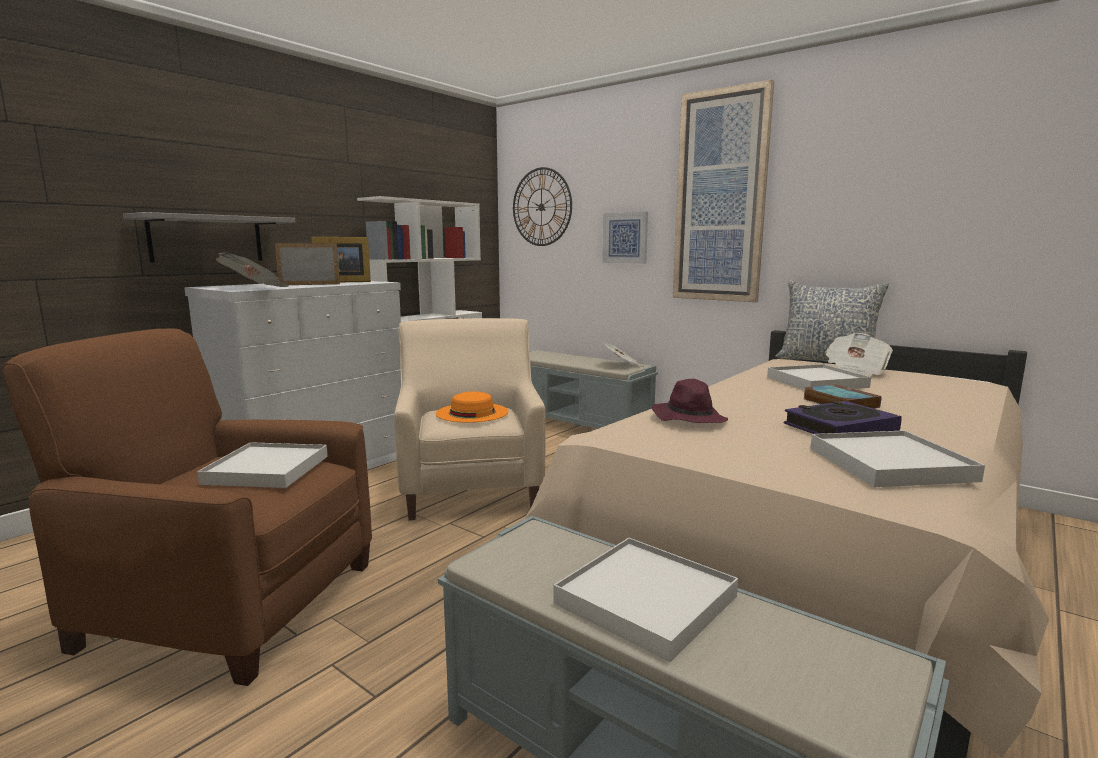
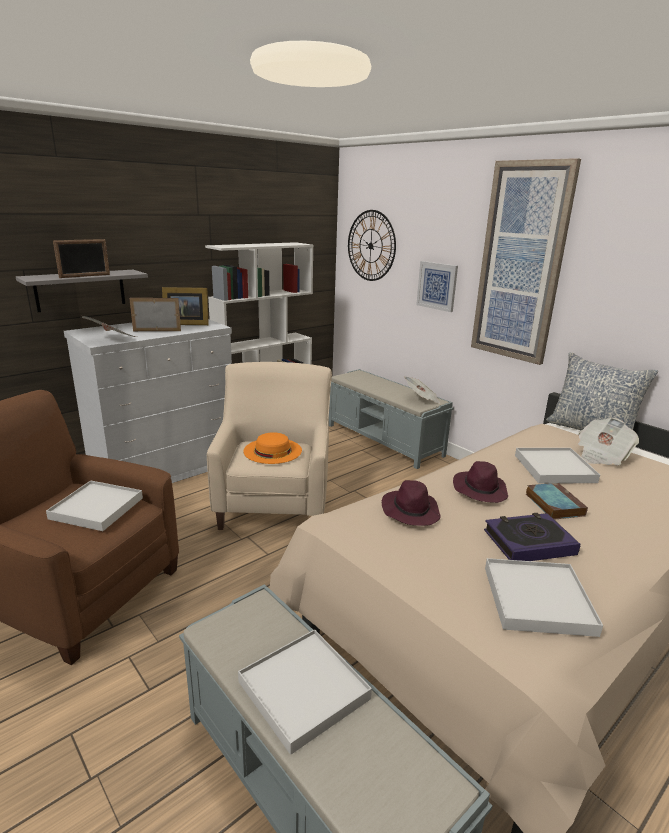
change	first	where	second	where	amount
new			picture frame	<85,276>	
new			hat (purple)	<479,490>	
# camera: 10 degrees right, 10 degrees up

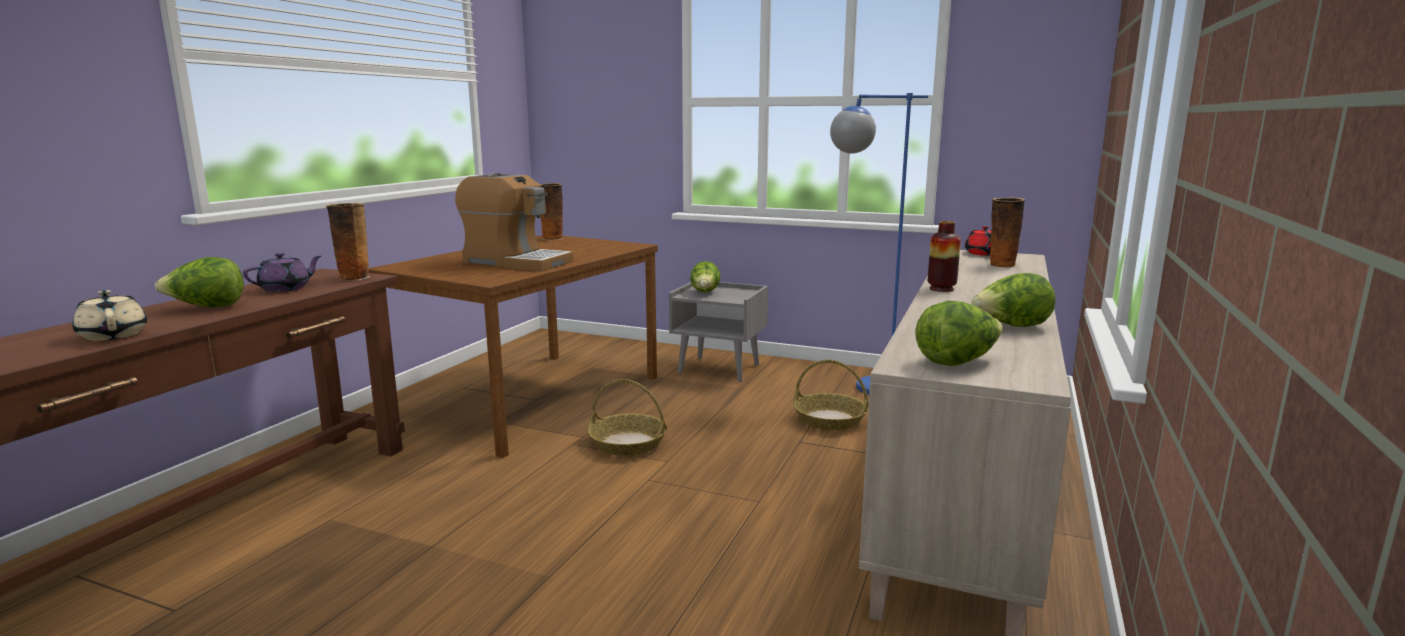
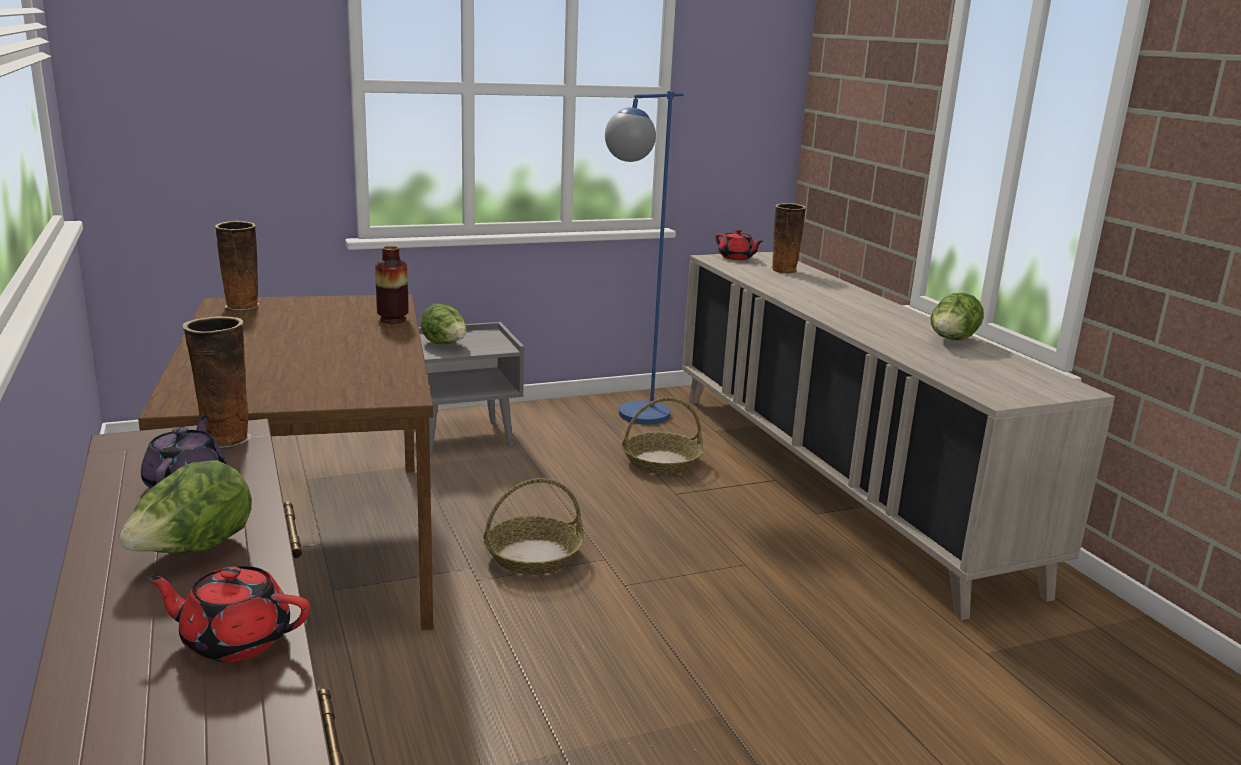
change	first	where	second	where	amount
repainted	teapot (beige)	<113,335>	teapot (red)	<234,640>	
gone	coffee machine	<516,262>			
gone	lettuce	<957,362>			
shifted	vase	<941,289>		<393,319>	
# camera: 45 degrees left, 5 degrees up

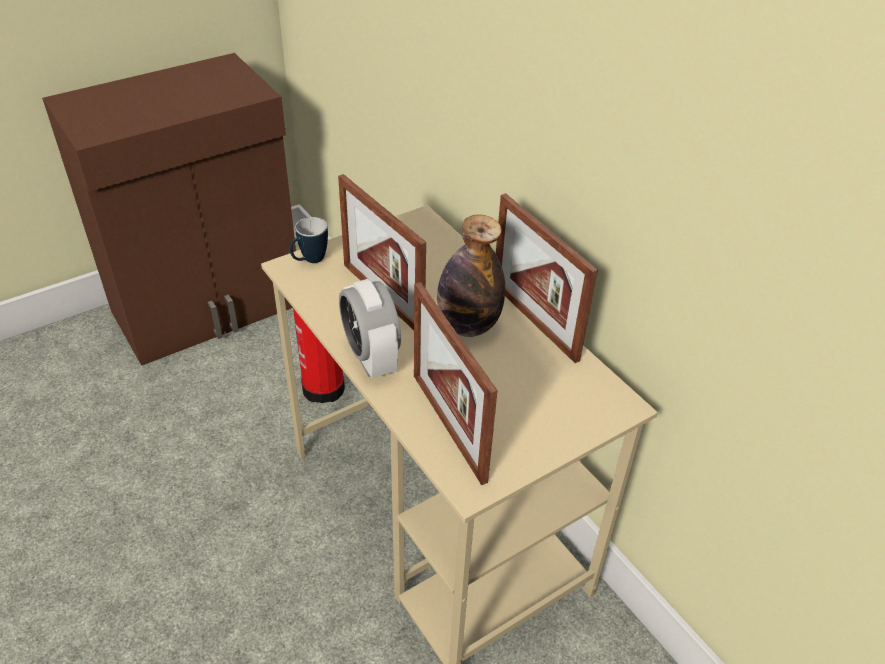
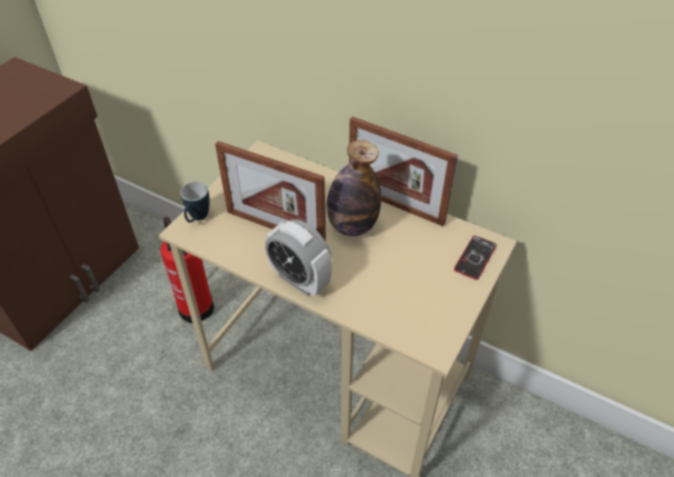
change	first	where	second	where	amount
gone	picture frame	<448,426>			
new			phone	<475,258>	
# camera: 25 degrees left, 5 degrees up

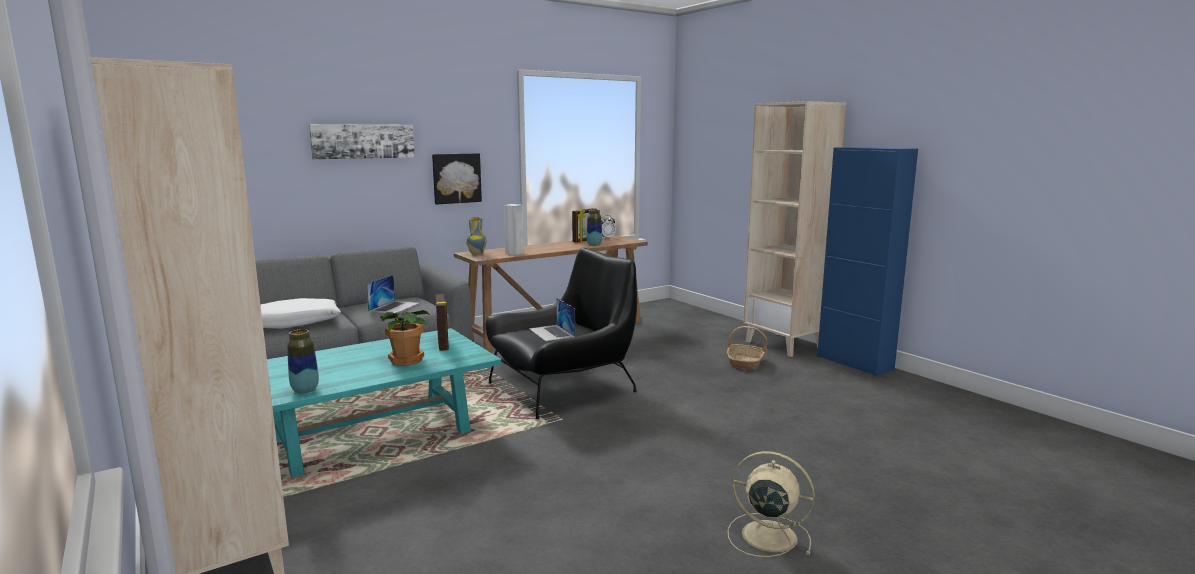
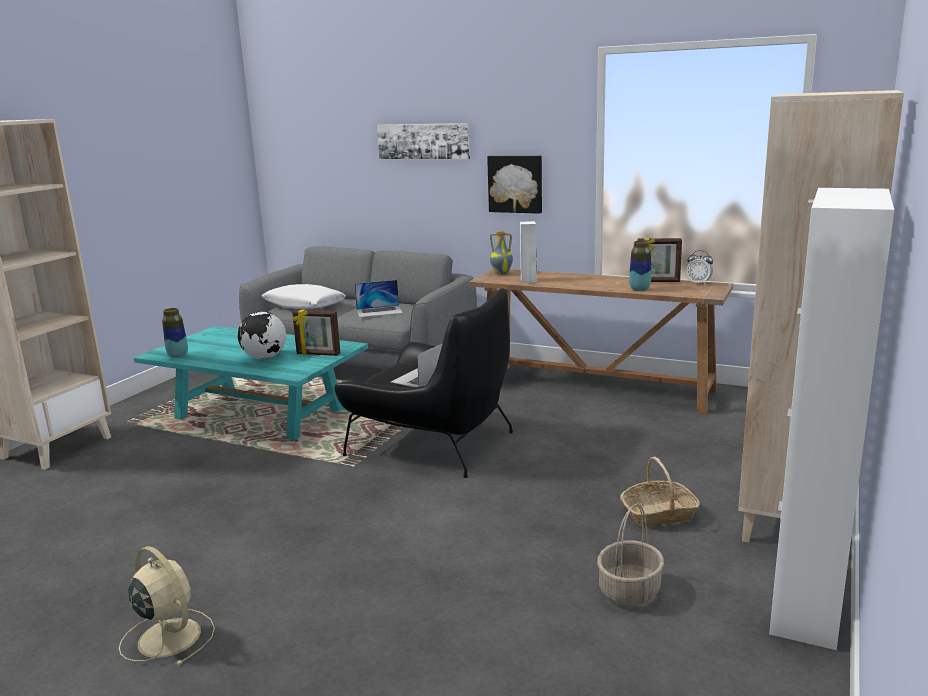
change	first	where	second	where	amount
swapped	potted plant	<406,360>	globe	<264,358>	
rotated	picture frame	<443,344>		<318,354>	60 degrees clockwise
rotated	fan (beige)	<766,535>		<168,636>	45 degrees counterclockwise
repainted	cabinet (blue)	<854,363>	cabinet (white)	<806,602>	
new			basket	<629,591>	
# camera: 60 degrees right, 5 degrees up

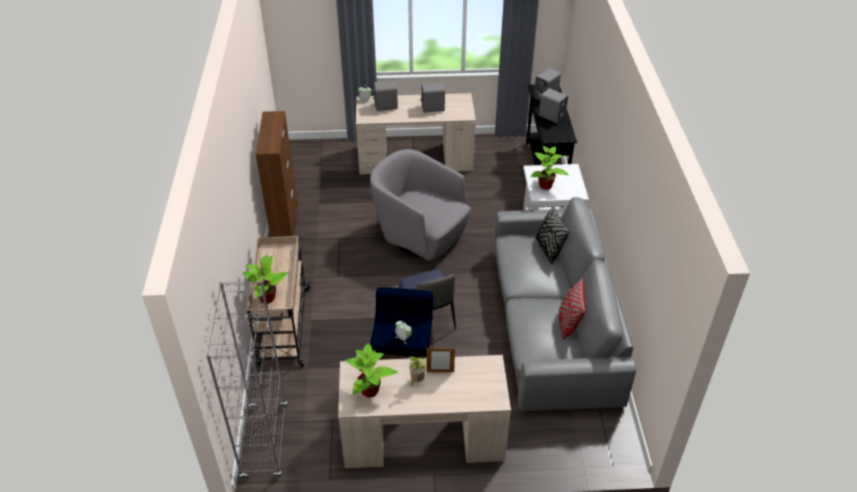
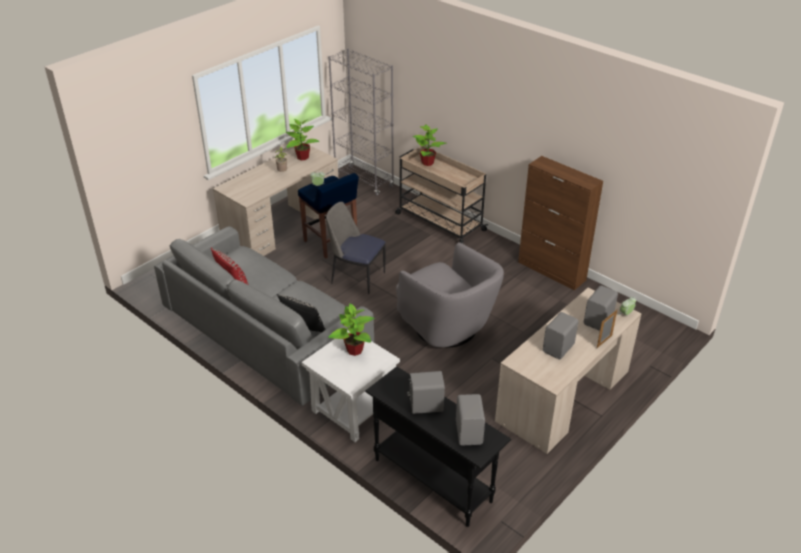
change	first	where	second	where	amount
rotated	armchair (grey)	<420,236>		<446,328>	60 degrees clockwise
shifted	picture frame	<440,372>		<604,342>	
# camera: 135 degrees right, 5 degrees down

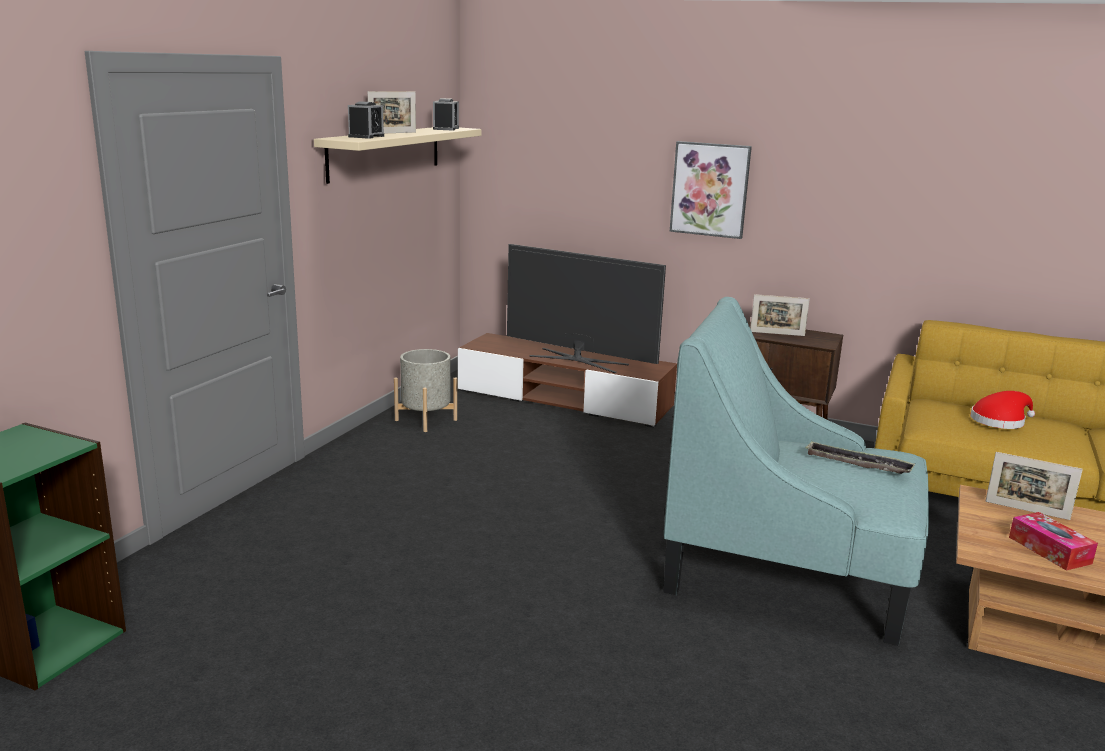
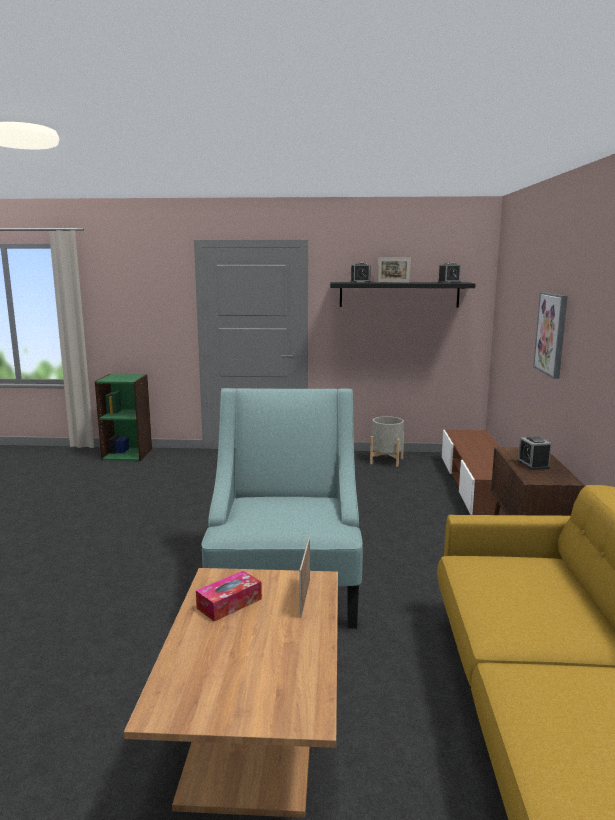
change	first	where	second	where	amount
repainted	shelf (beige)	<385,152>	shelf (black)	<399,294>	
gone	television	<578,360>			
swapped	picture frame	<777,333>	alarm clock	<533,464>	
gone	tray	<857,463>			
gone	hat (red)	<1000,421>			
# camera: 70 degrees right, 5 degrees down

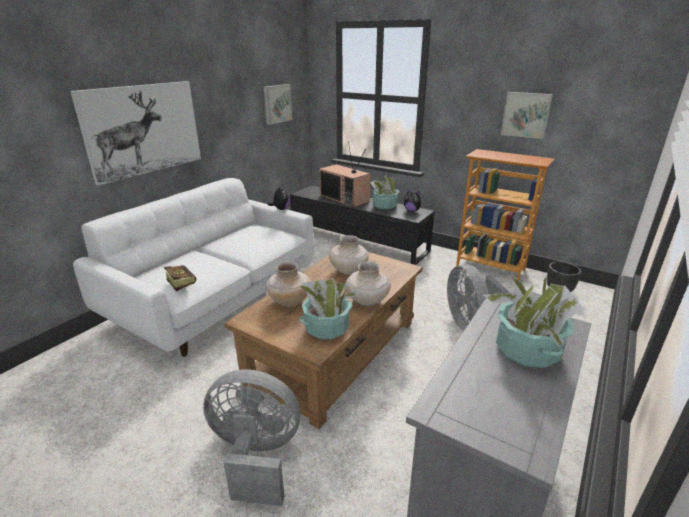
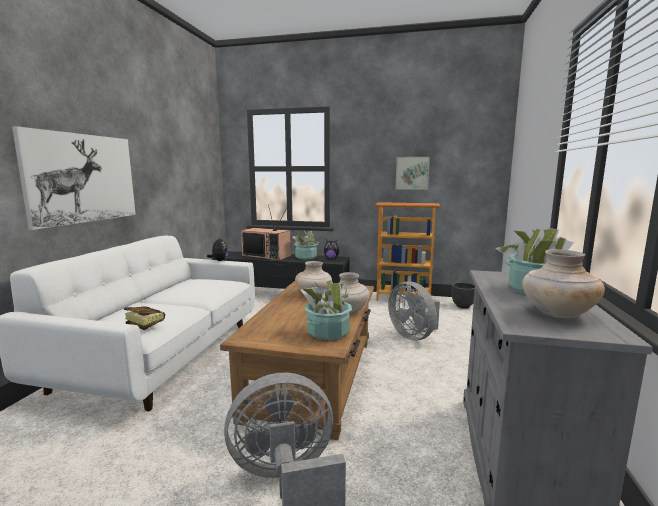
change	first	where	second	where	amount
gone	picture	<276,104>			
shifted	vase (beige)	<289,301>		<557,313>	
# camera: 20 degrees left, 15 degrees down

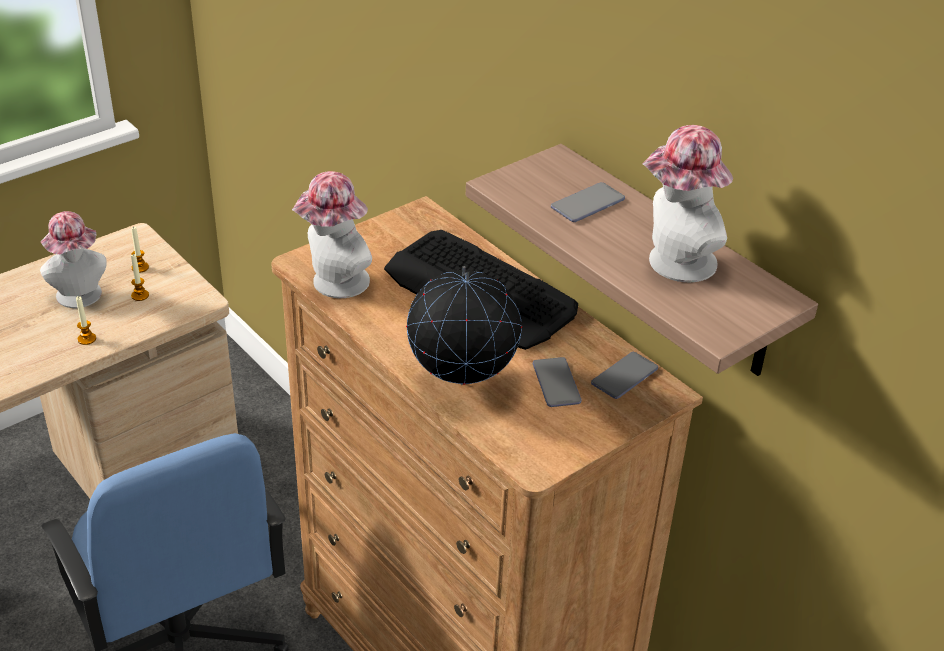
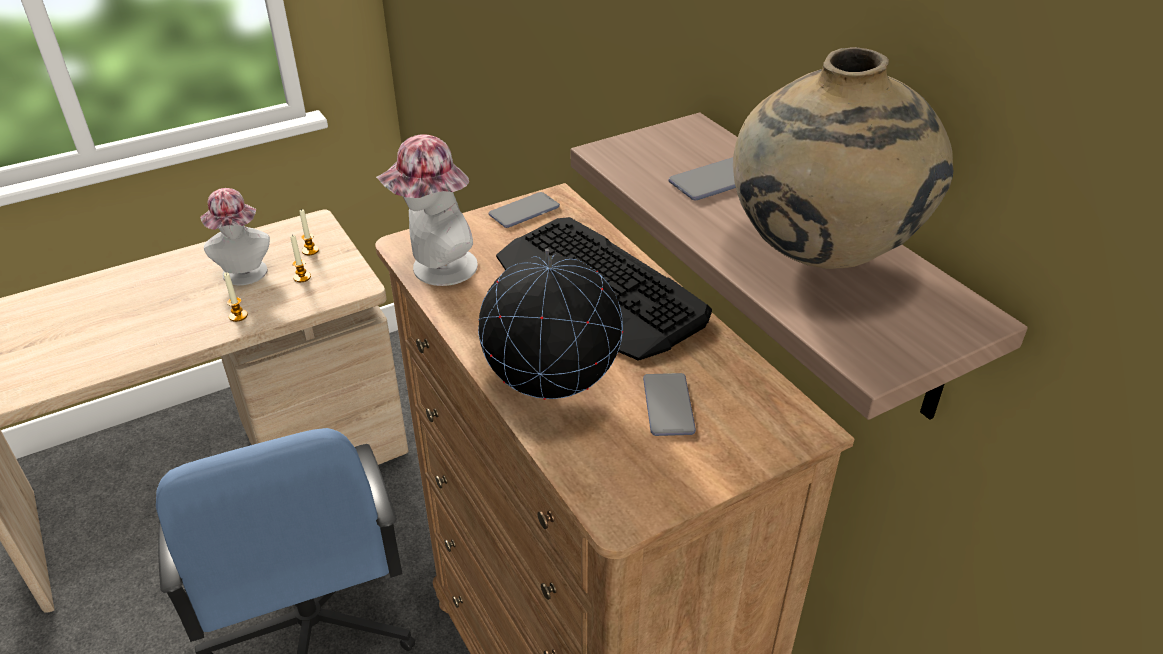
change	first	where	second	where	amount
shifted	phone	<624,376>		<524,211>	
swapped	hat	<674,264>	vase (beige)	<822,261>	
# camera: 10 degrees right, 0 degrees up

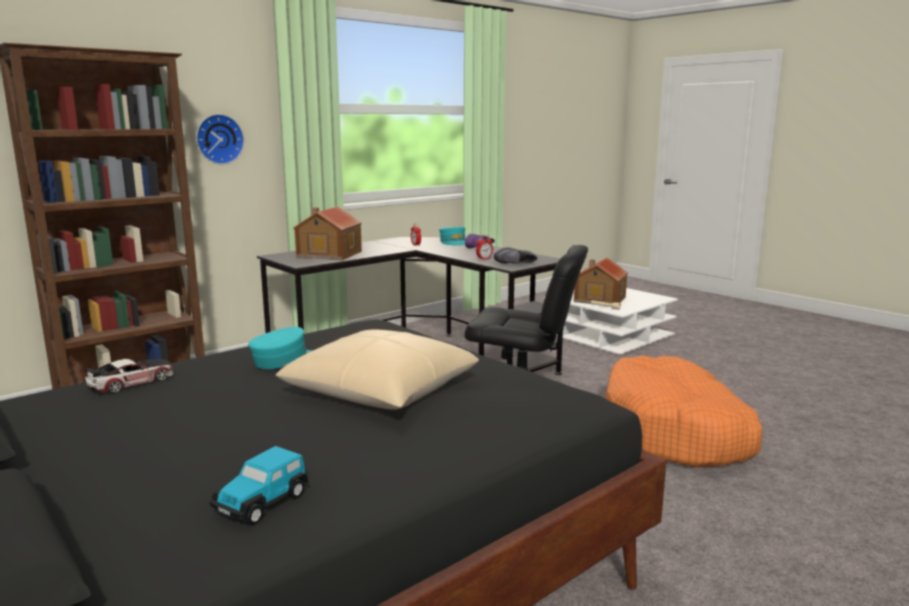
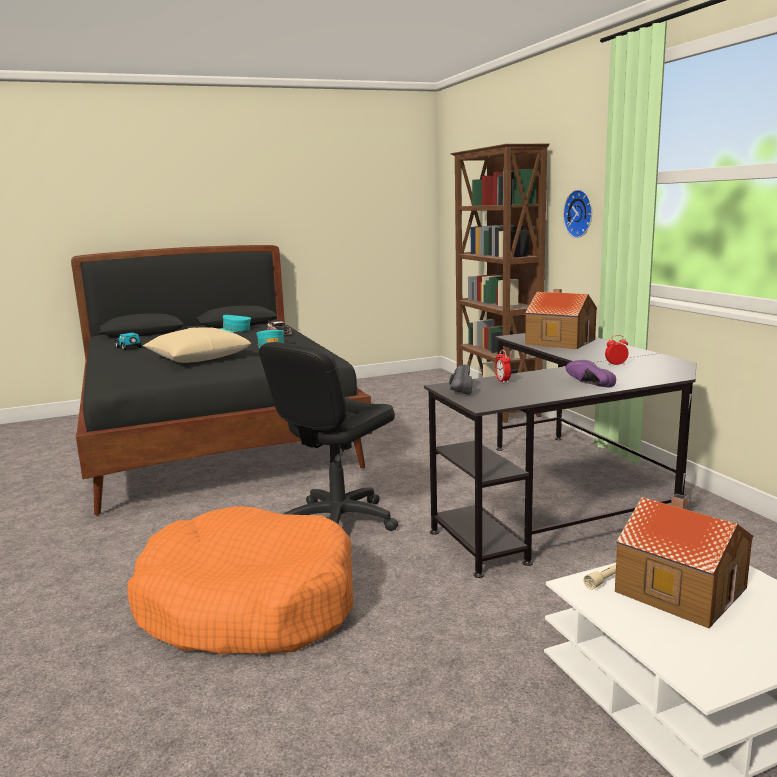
change	first	where	second	where	amount
shifted	cap (turquoise)	<453,242>		<234,330>	
# camera: 110 degrees right, 0 degrees up

